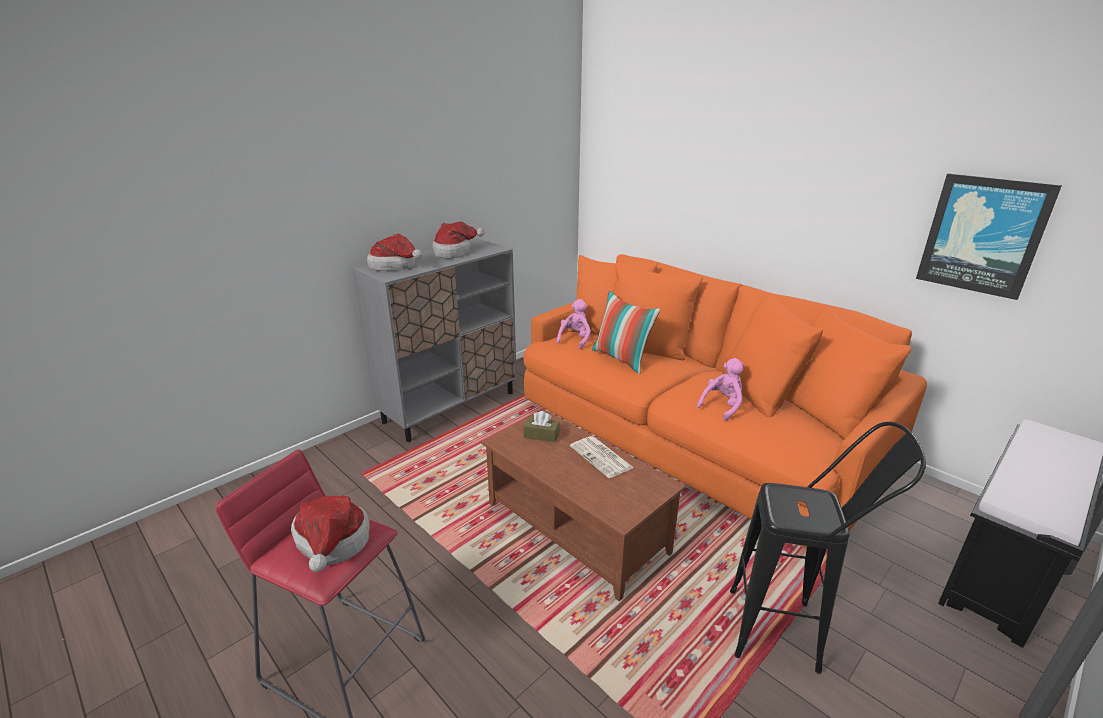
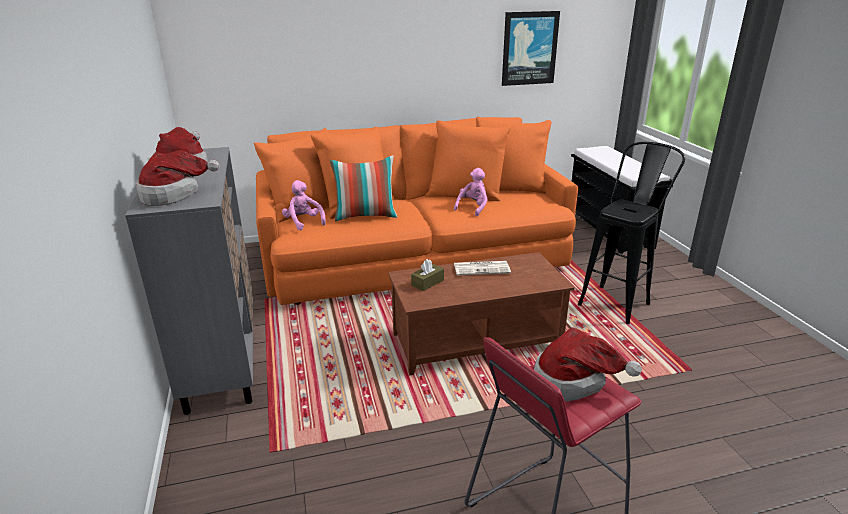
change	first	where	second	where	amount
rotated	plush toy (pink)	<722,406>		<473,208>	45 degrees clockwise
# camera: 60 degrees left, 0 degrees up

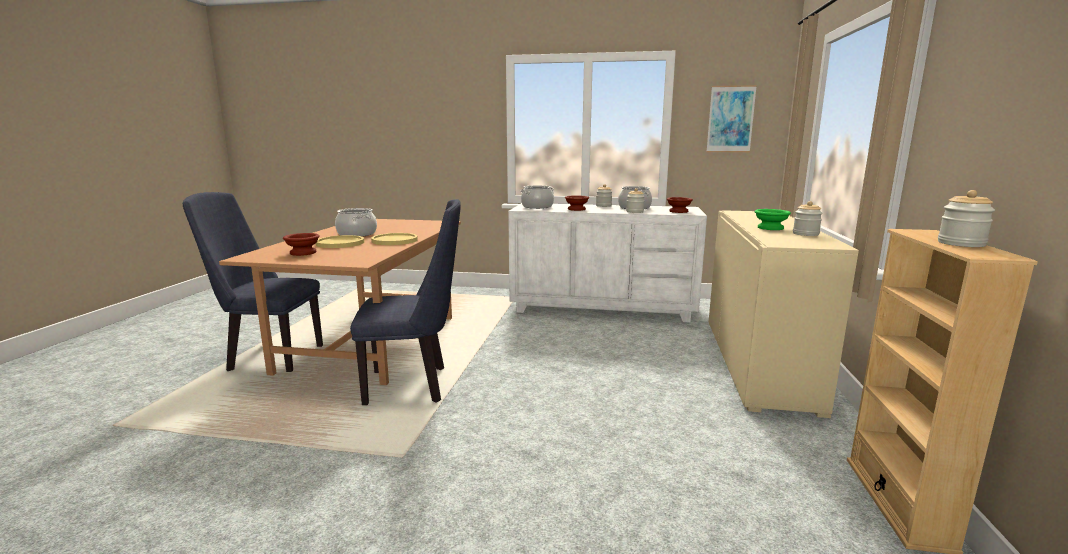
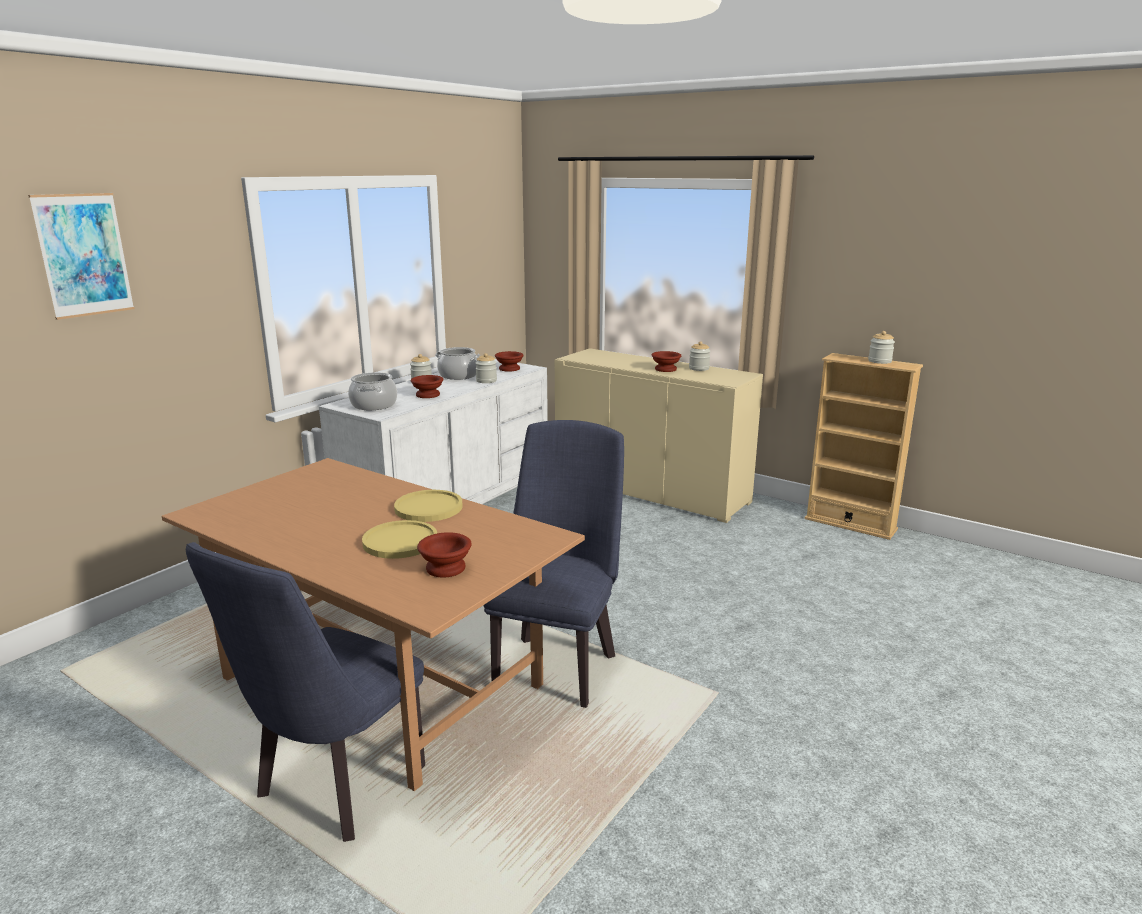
change	first	where	second	where	amount
gone	cooking pot	<357,234>			
shifted	picture	<730,119>		<83,255>	
repainted	bowl (green)	<769,228>	bowl (brown)	<665,369>	
# camera: 65 degrees left, 5 degrees up

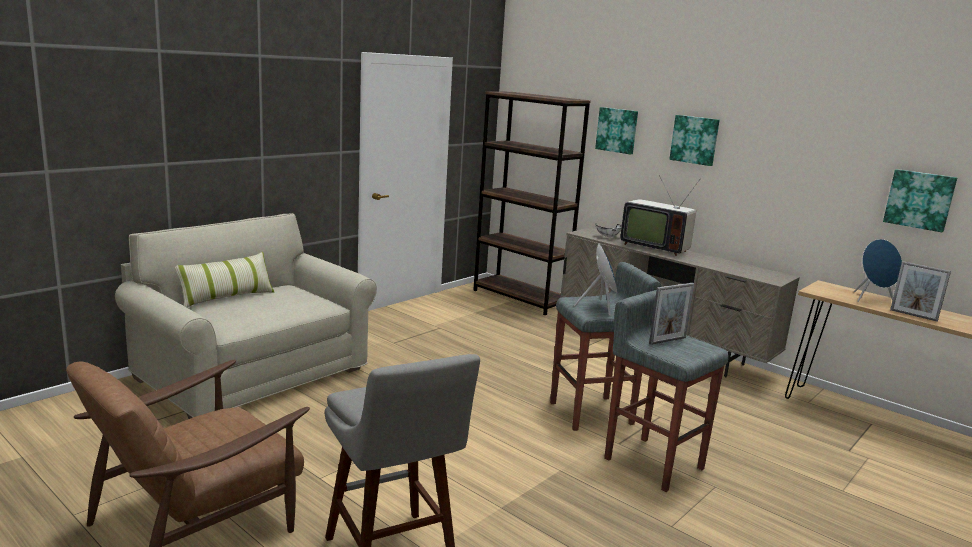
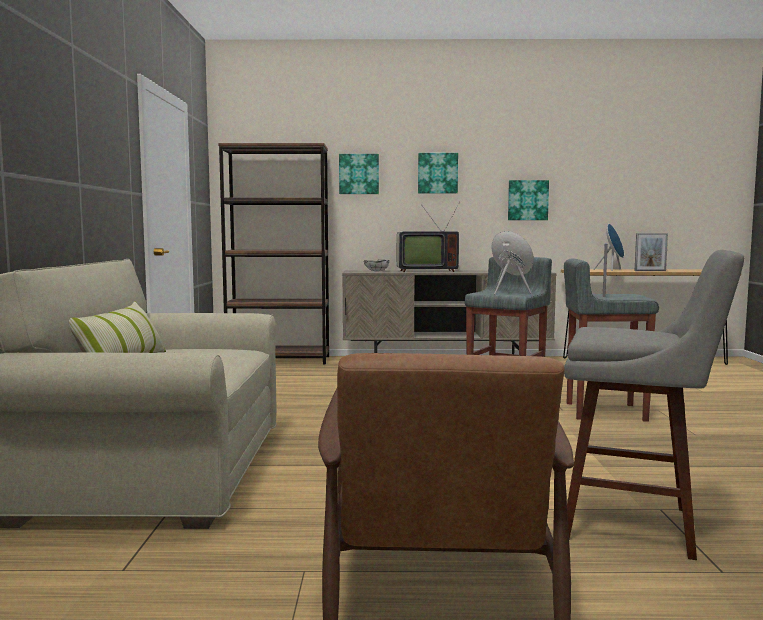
change	first	where	second	where	amount
shifted	picture	<919,200>		<527,200>	
# camera: 40 degrees left, 10 degrees down

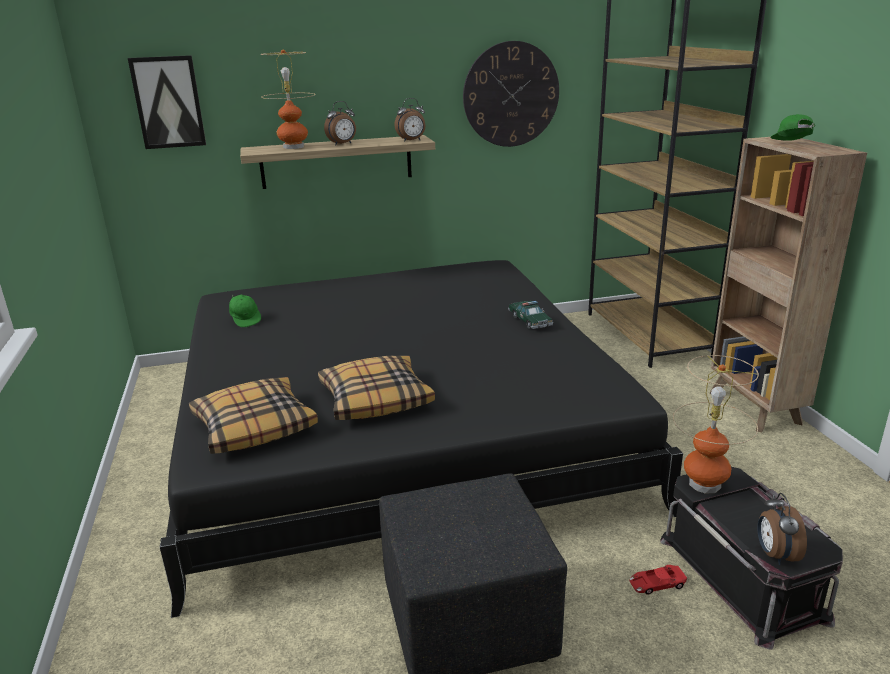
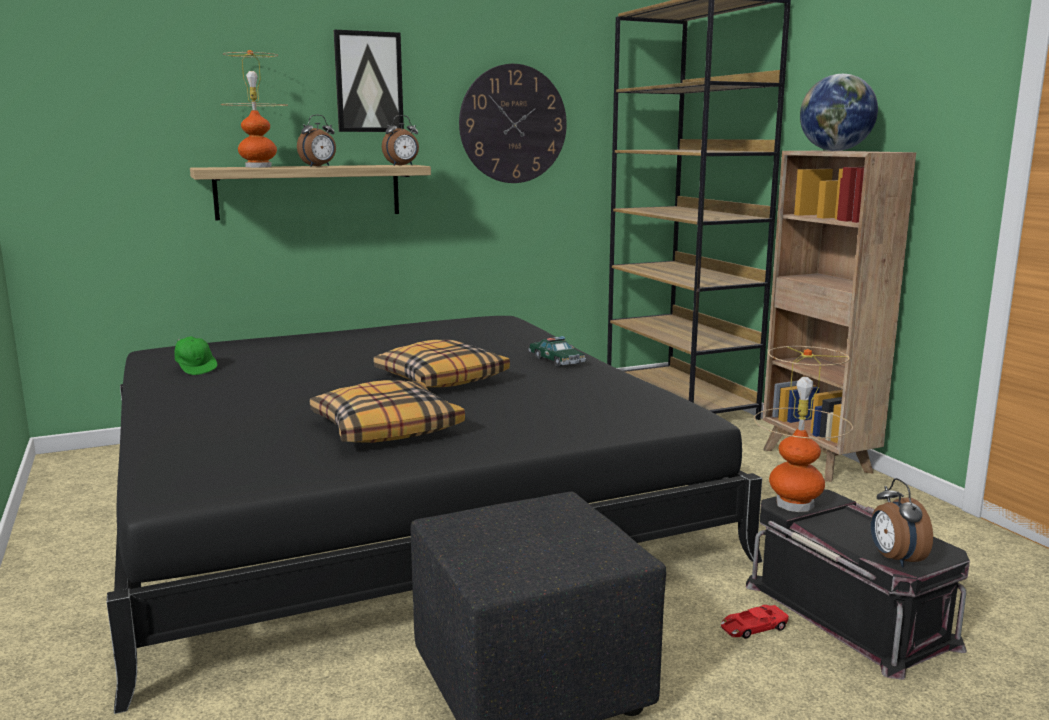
change	first	where	second	where	amount
shifted	picture	<168,102>		<368,82>	
shifted	pillow	<254,426>		<441,378>	
swapped	cap (green)	<791,144>	globe	<834,151>	
# camera: 10 degrees left, 10 degrees down

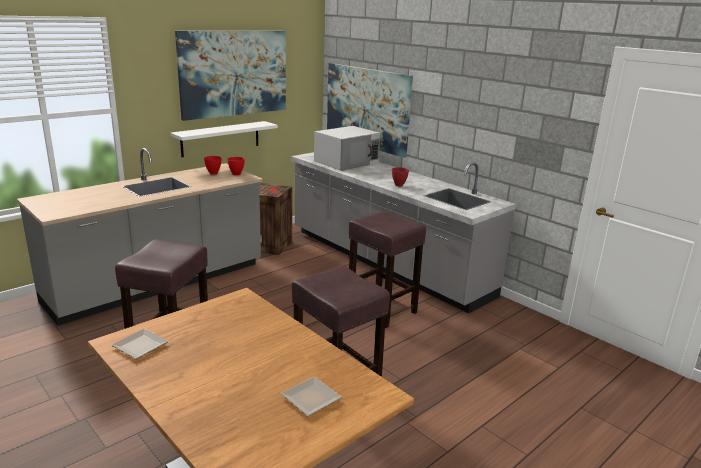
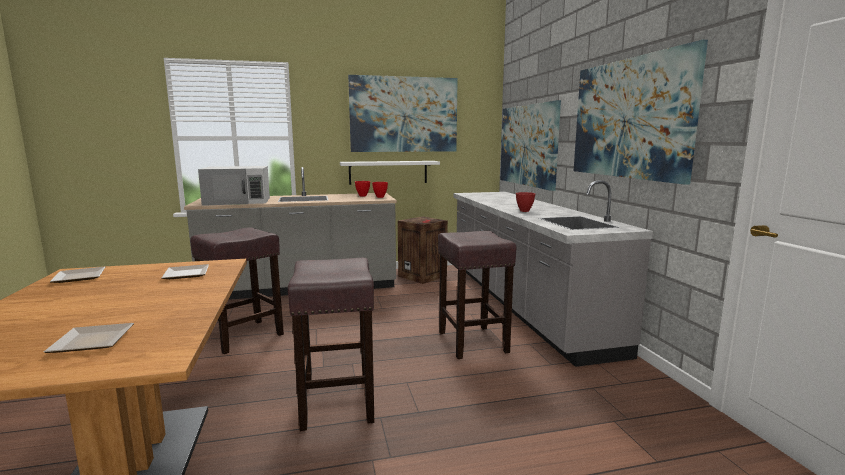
change	first	where	second	where	amount
shifted	microwave (white)	<347,162>		<238,201>	
new			plate	<185,275>	
new			picture	<629,118>	
# camera: 30 degrees right, 10 degrees down

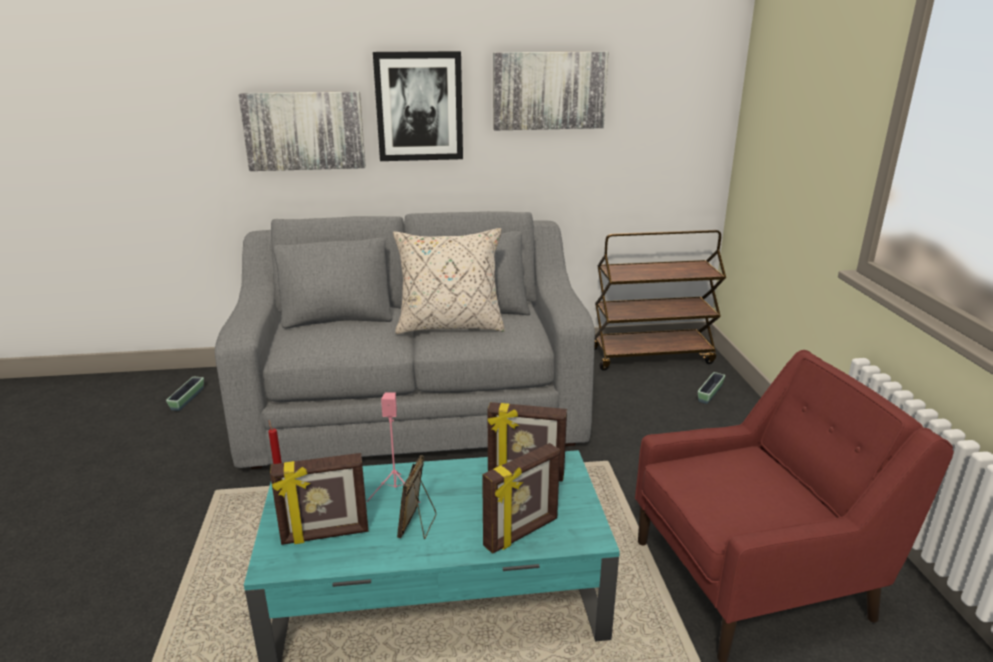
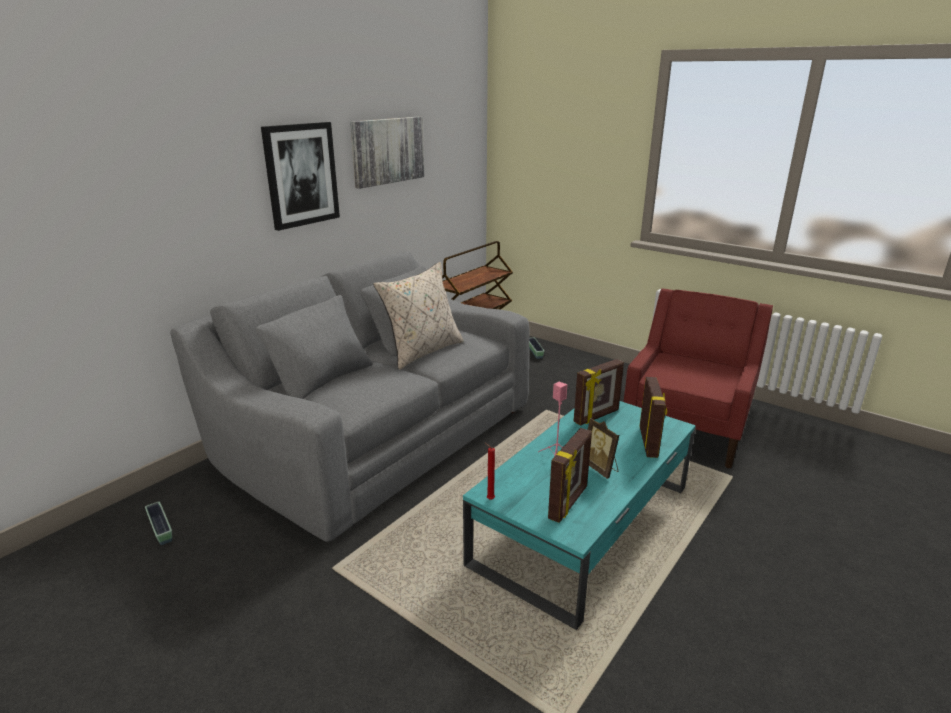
change	first	where	second	where	amount
gone	picture	<304,131>			
# camera: 45 degrees left, 0 degrees up

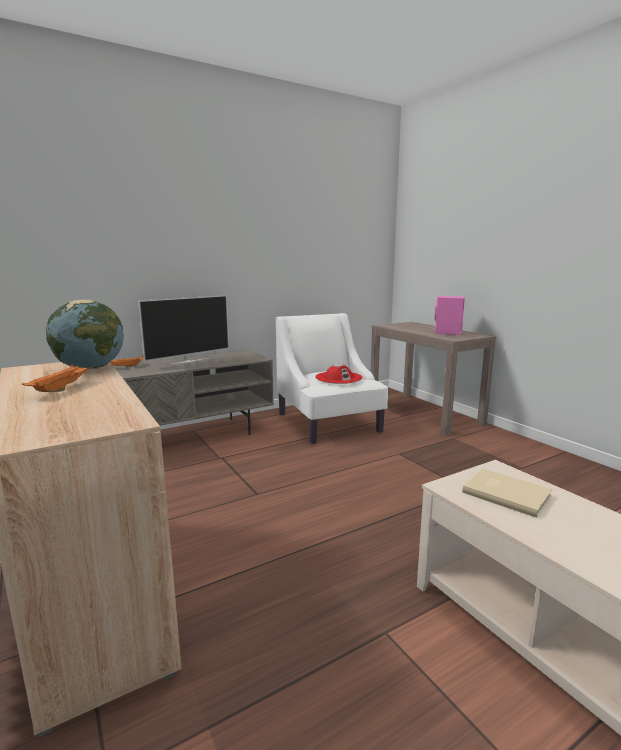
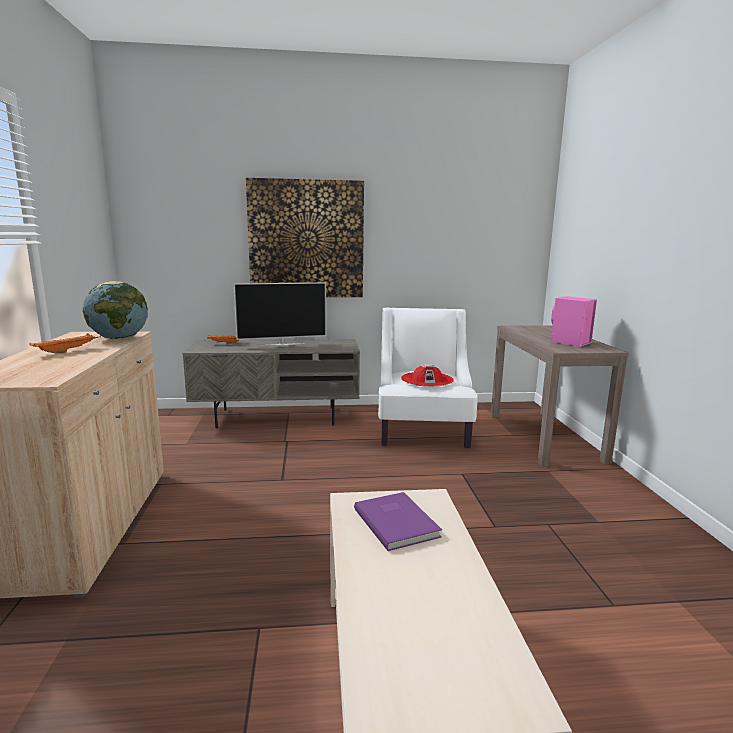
change	first	where	second	where	amount
repainted	book (beige)	<506,493>	book (purple)	<397,521>	
new			picture	<306,239>	
# camera: 25 degrees right, 0 degrees up

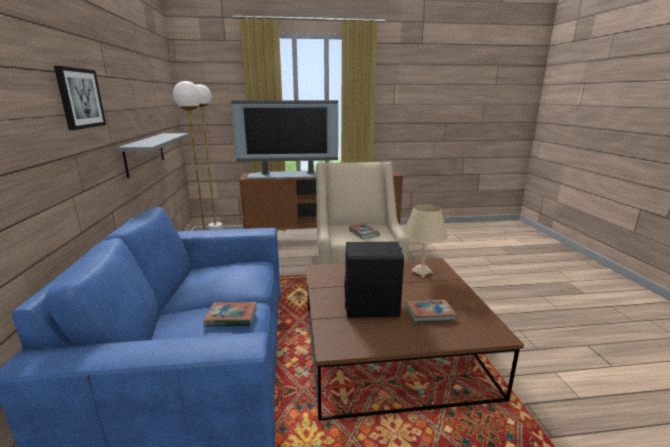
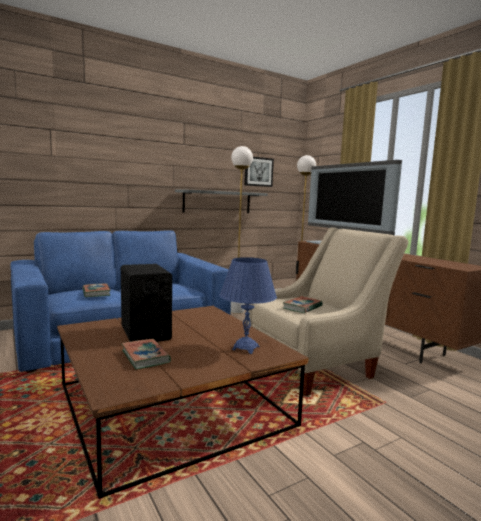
change	first	where	second	where	amount
shifted	picture	<80,98>		<258,171>	
repainted	table lamp (beige)	<421,272>	table lamp (blue)	<246,348>	
# camera: 65 degrees right, 10 degrees down

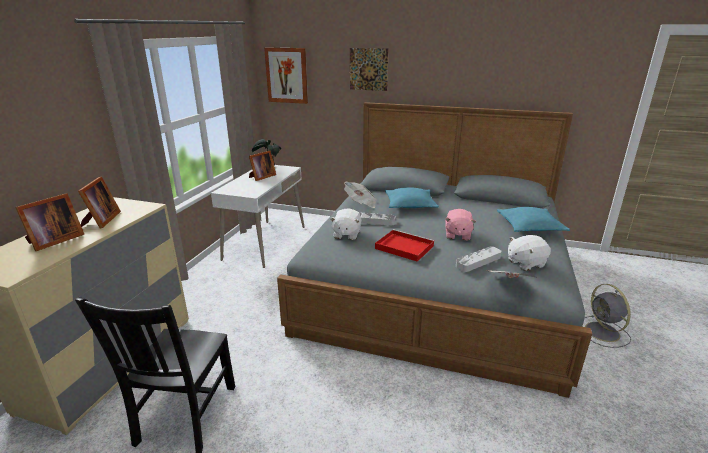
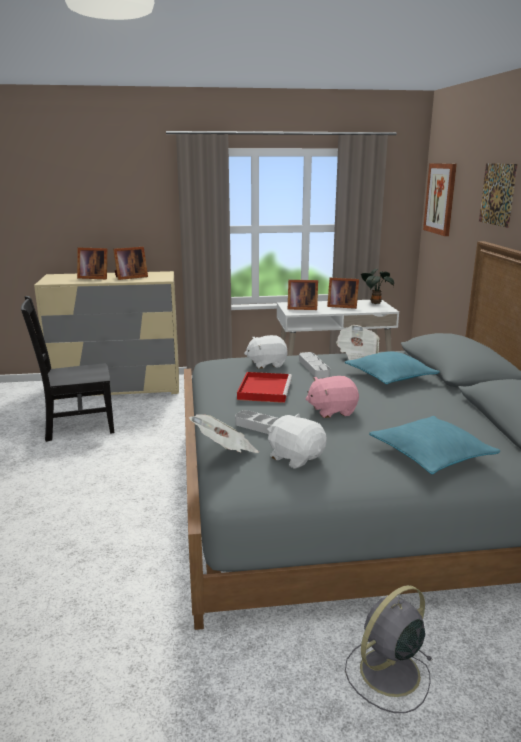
change	first	where	second	where	amount
new			picture frame	<301,308>	
# camera: 65 degrees right, 5 degrees down

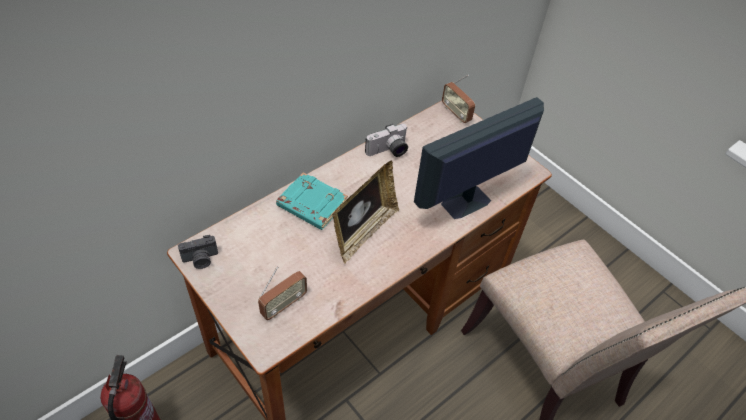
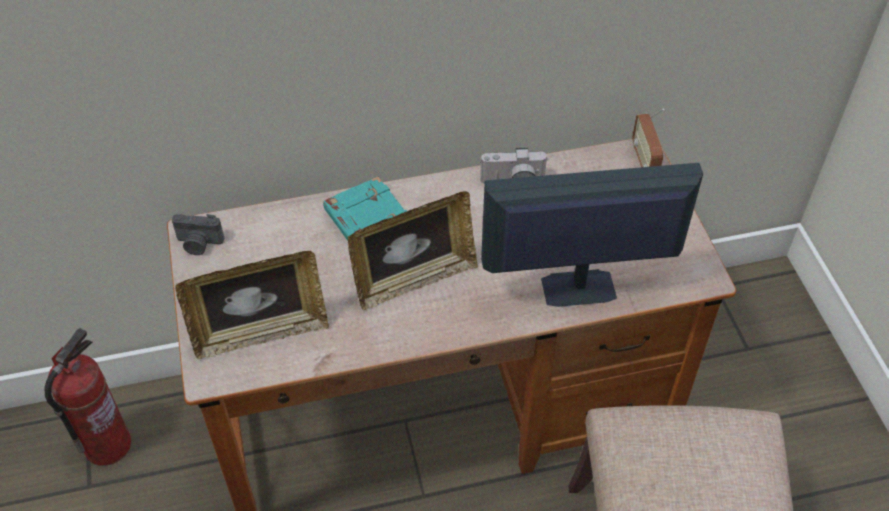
change	first	where	second	where	amount
swapped	radio	<283,305>	picture frame	<260,333>	
# camera: 30 degrees right, 0 degrees up

